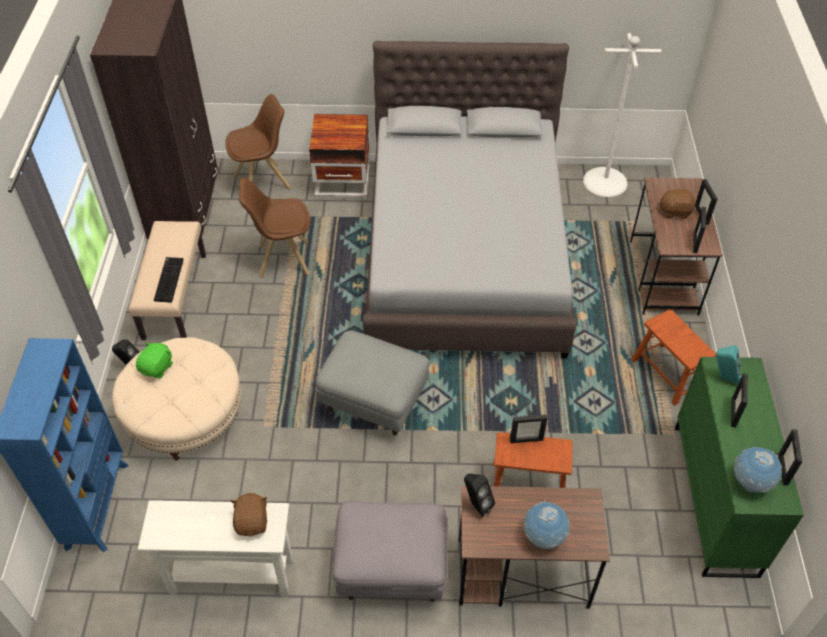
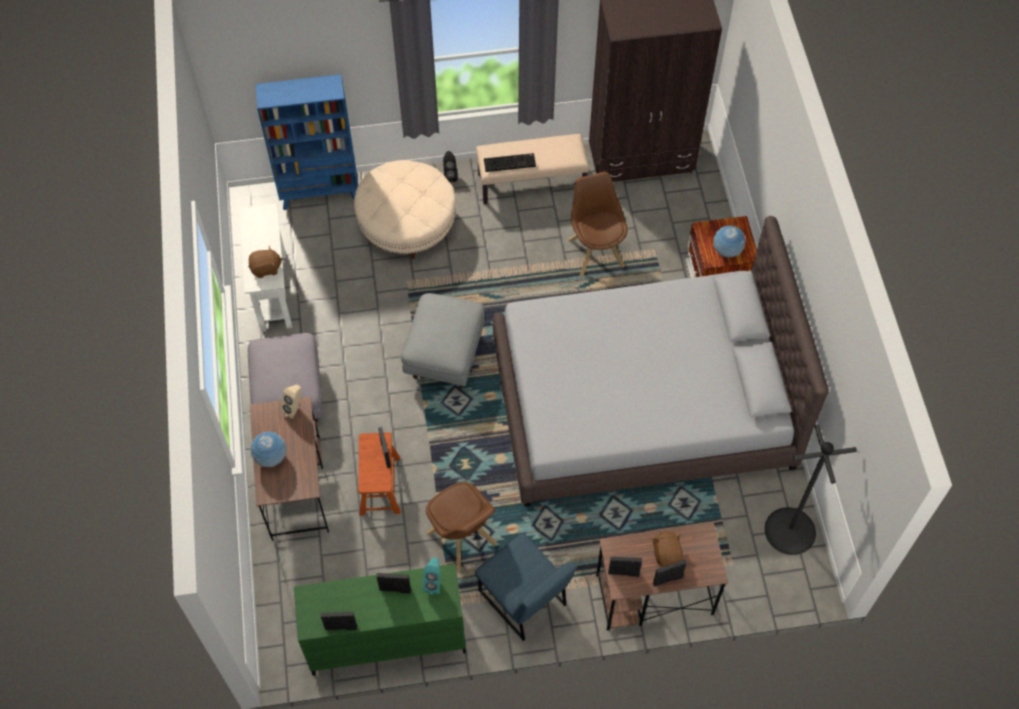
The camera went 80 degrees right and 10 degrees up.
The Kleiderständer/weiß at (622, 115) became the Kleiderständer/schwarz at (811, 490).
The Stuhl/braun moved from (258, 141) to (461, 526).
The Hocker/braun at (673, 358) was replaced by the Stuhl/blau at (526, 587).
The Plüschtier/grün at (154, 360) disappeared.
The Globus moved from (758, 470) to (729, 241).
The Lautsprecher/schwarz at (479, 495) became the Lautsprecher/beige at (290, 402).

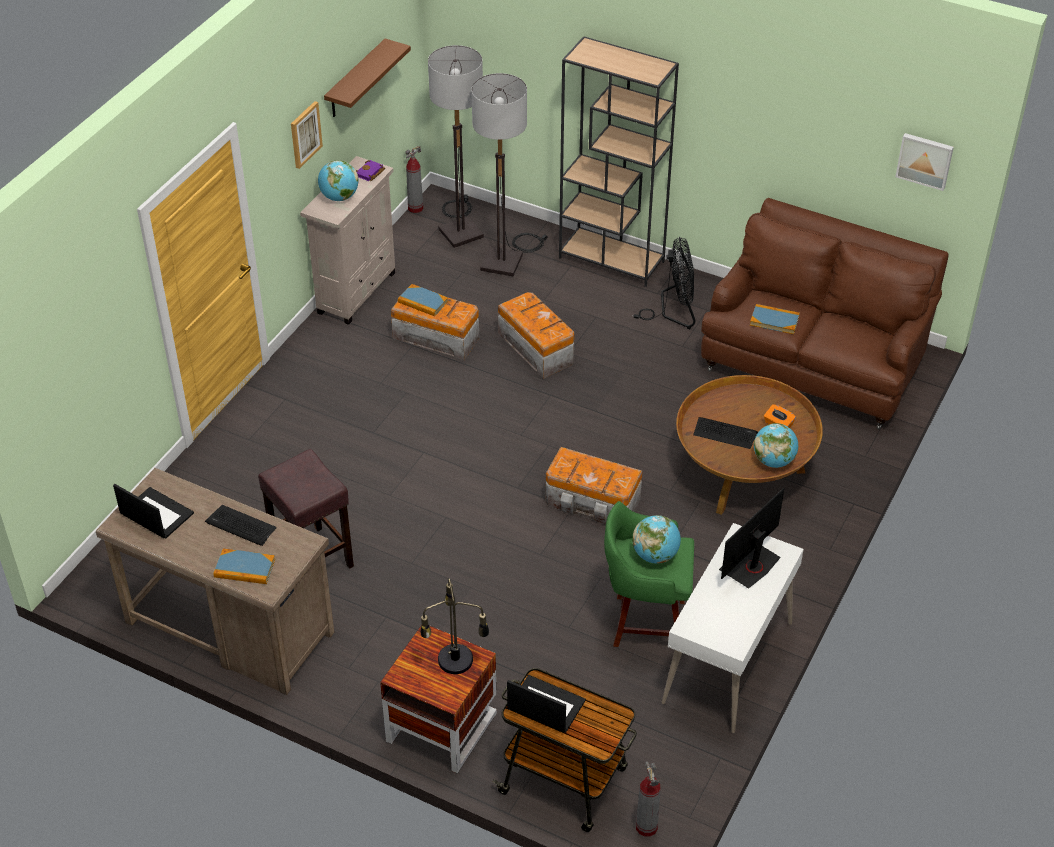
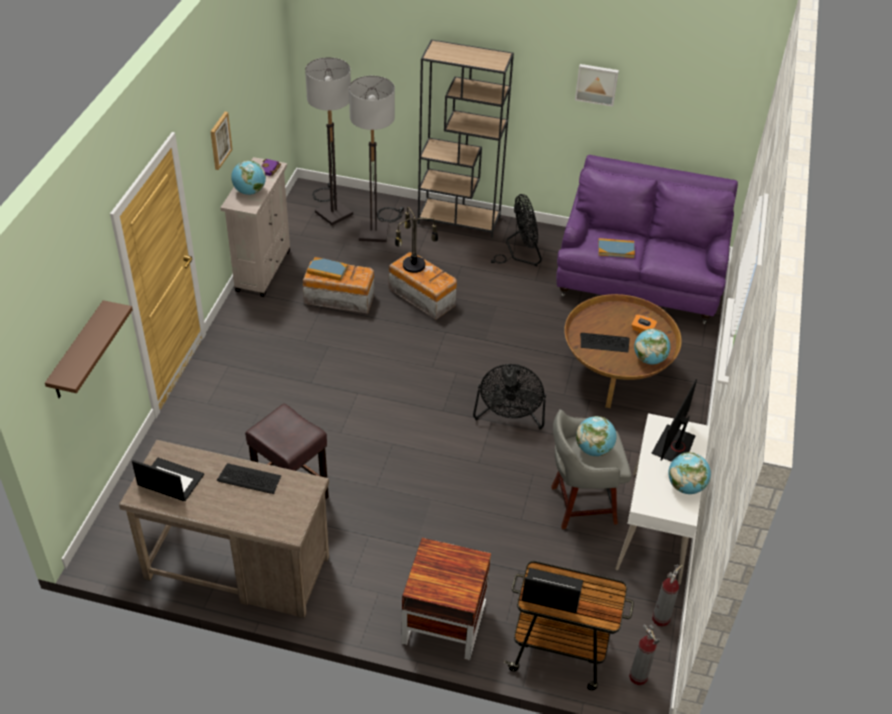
The camera went 15 degrees left and 0 degrees up.
The Wandregal/braun moved from (367, 78) to (89, 349).
The Bild moved from (924, 162) to (597, 85).
The Feuerlöscher moved from (414, 179) to (667, 596).
The Sofa/braun at (824, 313) became the Sofa/lila at (647, 239).
The Aufbewahrungsbox at (593, 485) was replaced by the Ventilator/schwarz at (509, 396).
The Hocker/grün at (649, 574) became the Hocker/grau at (591, 469).
The Buch at (244, 566) disappeared.
The Tischlampe moved from (455, 626) to (416, 240).
The Globus at (689, 473) appeared.

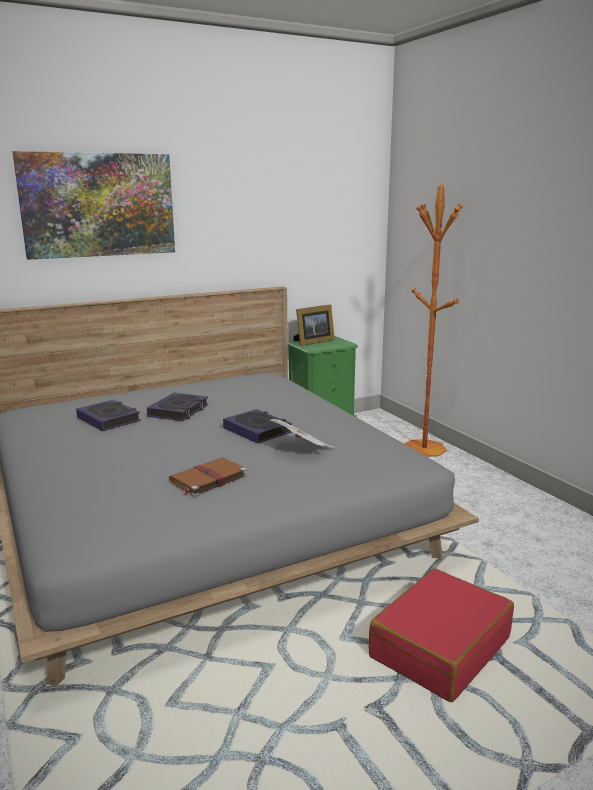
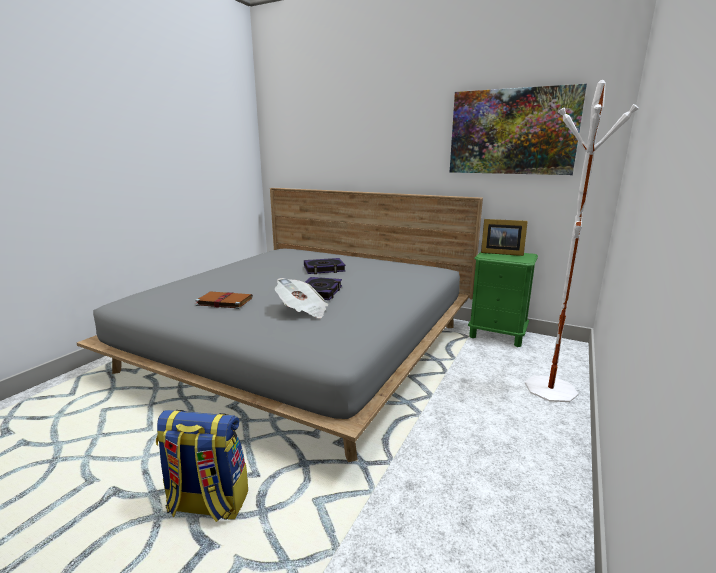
The camera went 55 degrees right and 0 degrees up.
The Bild moved from (94, 205) to (518, 129).
The Kleiderständer/orange at (433, 320) became the Kleiderständer/weiß at (582, 241).
The Buch at (108, 415) disappeared.
The Koffer/rot at (441, 635) was replaced by the Rucksack at (202, 466).

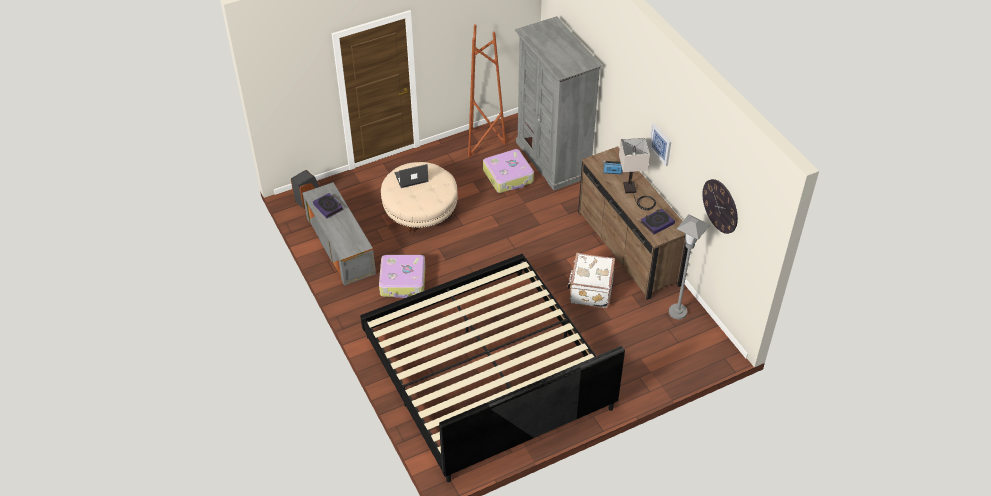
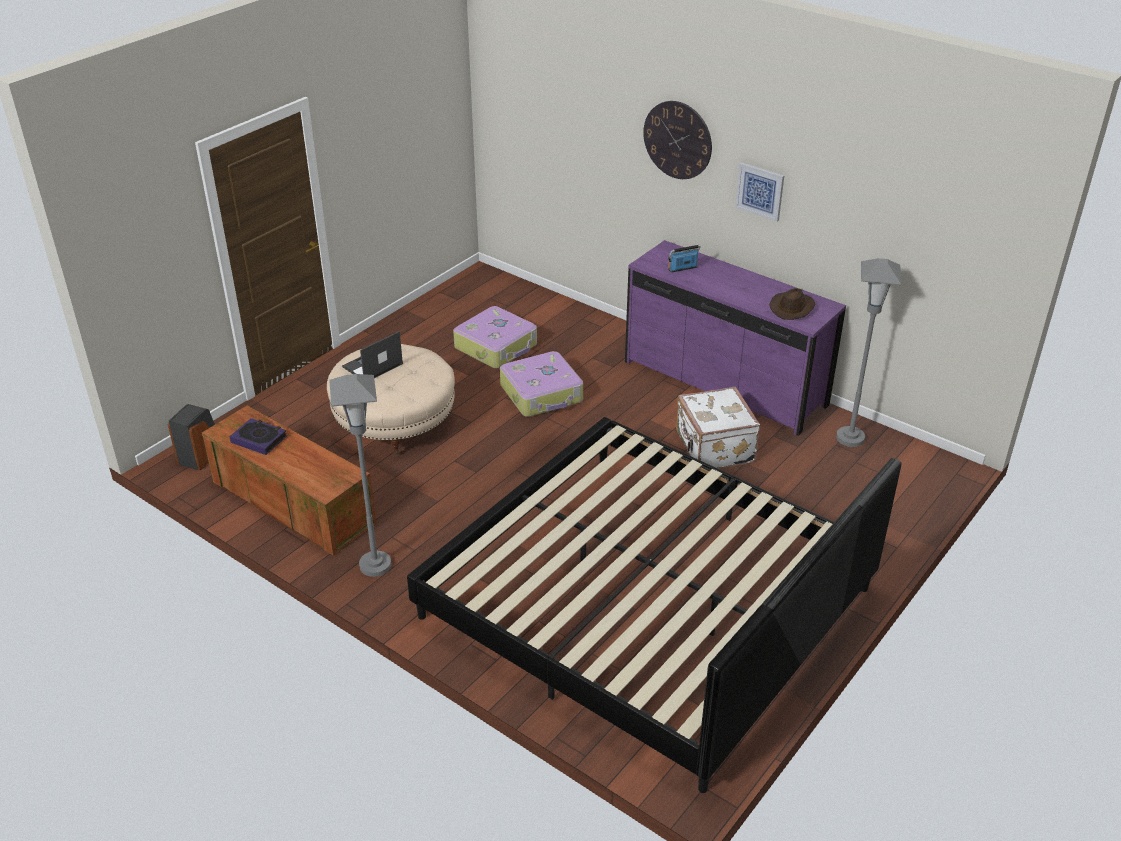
The camera went 25 degrees left and 10 degrees down.
The Kleiderschrank/grau at (558, 103) disappeared.
The Kleiderständer/braun at (487, 90) disappeared.
The Tischlampe at (637, 174) disappeared.
The Kommode/braun at (633, 223) became the Kommode/lila at (735, 338).
The Wanduhr moved from (720, 206) to (677, 140).
The Bank/grau at (339, 234) became the Bank/braun at (289, 481).
The Buch at (658, 221) was replaced by the Hut/braun at (792, 304).
The Koffer moved from (402, 276) to (541, 384).
The Stehlampe/grau at (360, 475) appeared.

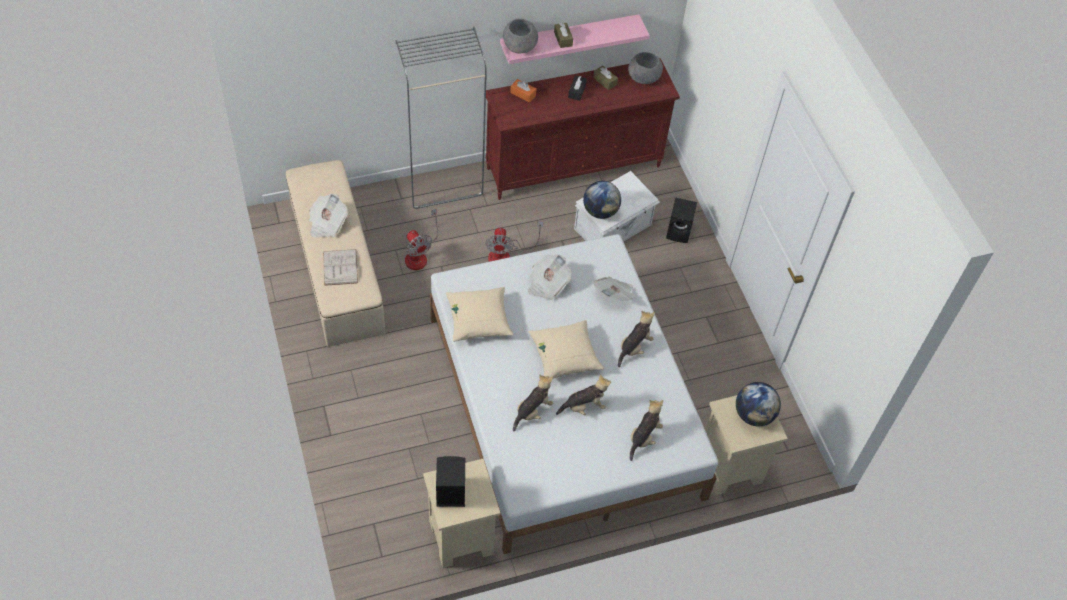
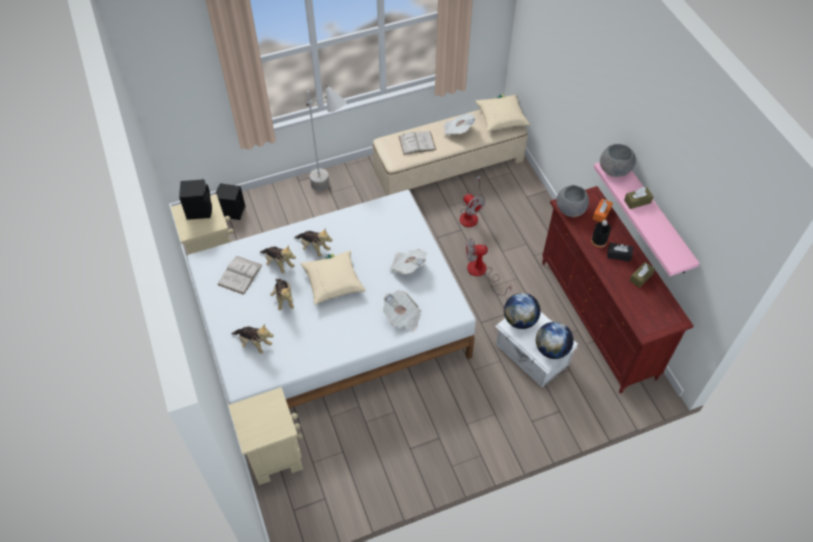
The camera went 90 degrees right and 0 degrees up.
The Kleiderständer/grau at (441, 117) disappeared.
The Schüssel/grau moved from (645, 68) to (573, 201).
The Lautsprecher/schwarz moved from (681, 220) to (230, 201).
The Ventilator at (421, 239) turned 90 degrees counterclockwise.
The Kissen/beige moved from (480, 314) to (502, 113).
The Plüschtier moved from (636, 339) to (313, 242).
The Globus moved from (758, 404) to (555, 340).
The Stehlampe/grau at (325, 137) appeared.
The Flasche/schwarz at (601, 234) appeared.
The Buch/weiß at (240, 275) appeared.

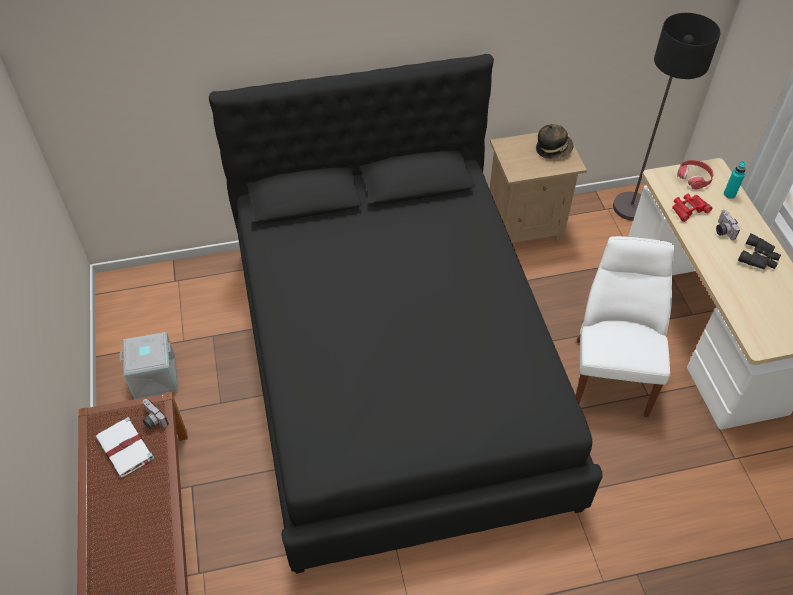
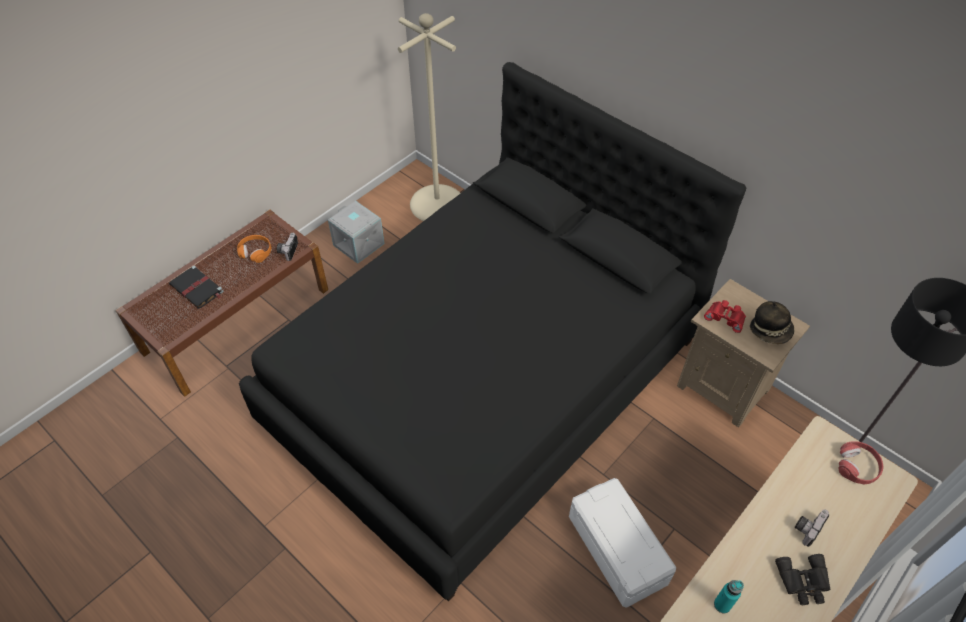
The camera went 55 degrees right and 0 degrees up.
The Flasche/türkis moved from (735, 180) to (729, 596).
The Fernglas/rot moved from (692, 208) to (725, 316).
The Stuhl/weiß at (625, 326) was replaced by the Aufbewahrungsbox/weiß at (622, 543).
The Buch/weiß at (125, 447) was replaced by the Kopfhörer/orange at (254, 249).
The Kleiderständer/beige at (429, 117) appeared.
The Buch/schwarz at (196, 287) appeared.

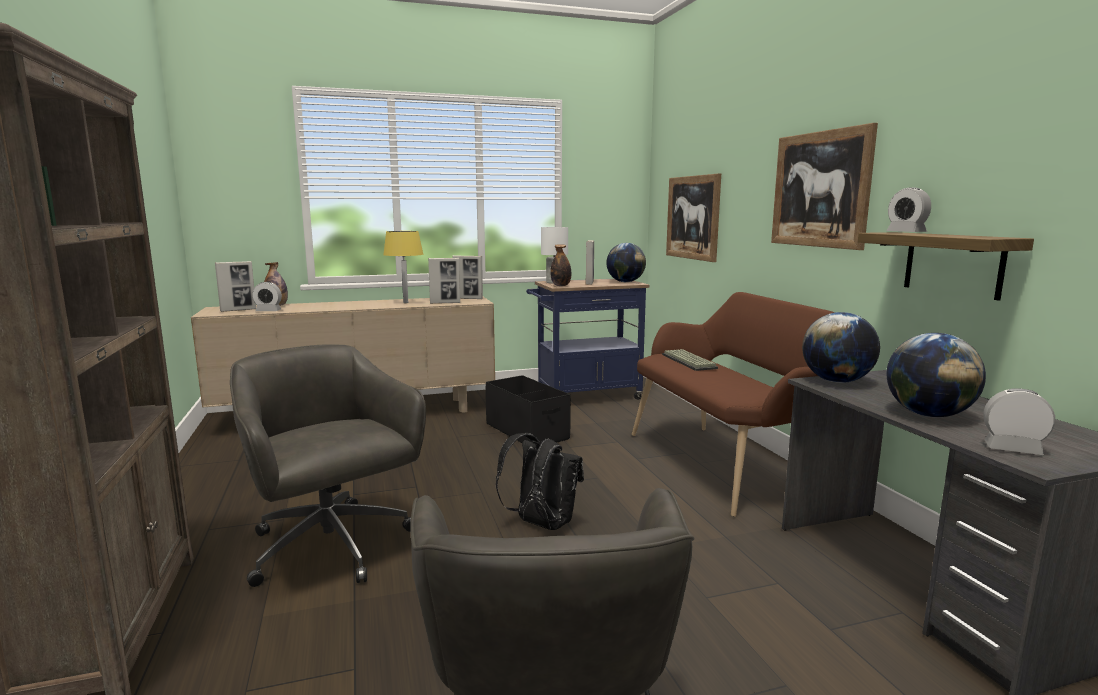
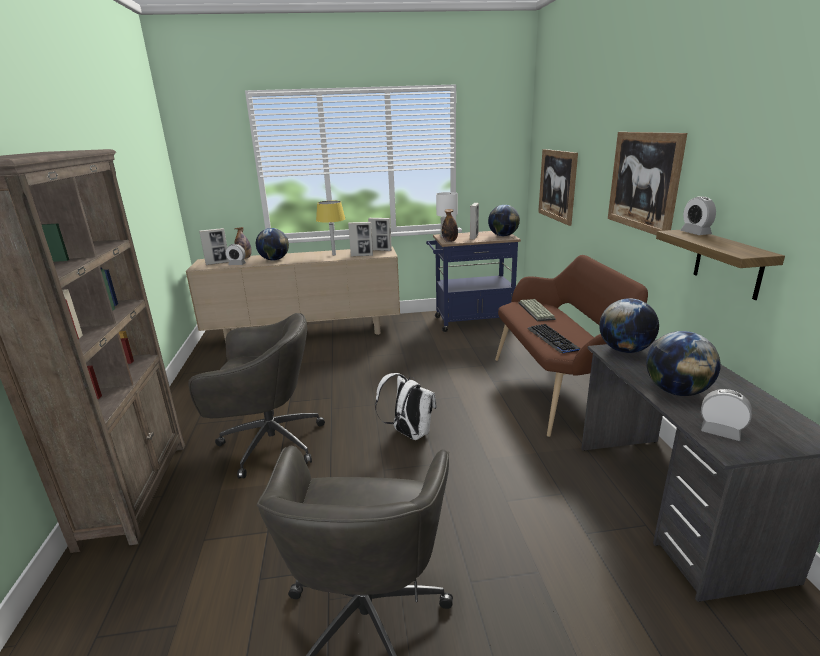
The camera went 10 degrees right and 10 degrees up.
The Bürostuhl/grau at (328, 465) turned 120 degrees clockwise.
The Aufbewahrungsbox/schwarz at (528, 409) disappeared.
The Rucksack/schwarz at (540, 481) became the Rucksack/weiß at (406, 406).
The Globus at (272, 244) appeared.
The Tastatur at (554, 339) appeared.

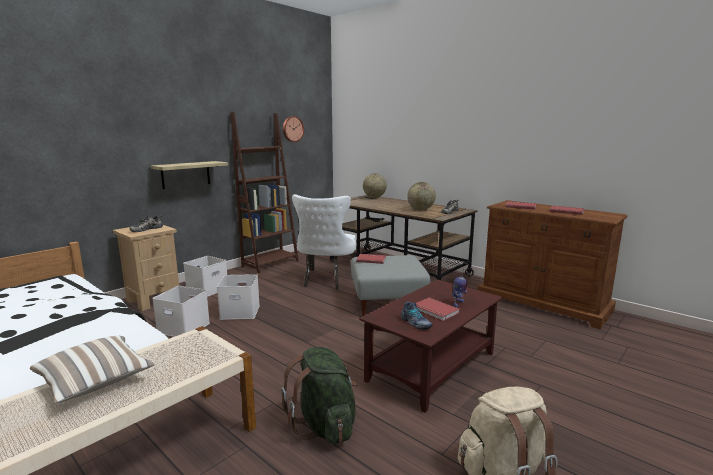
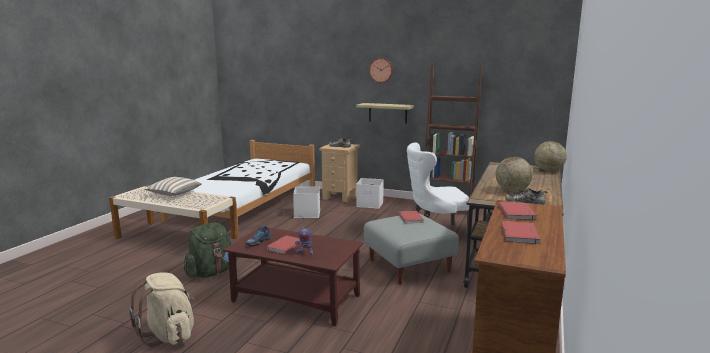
The camera went 70 degrees right and 0 degrees up.
The Wanduhr moved from (293, 129) to (381, 70).
The Aufbewahrungsbox/weiß at (238, 297) disappeared.

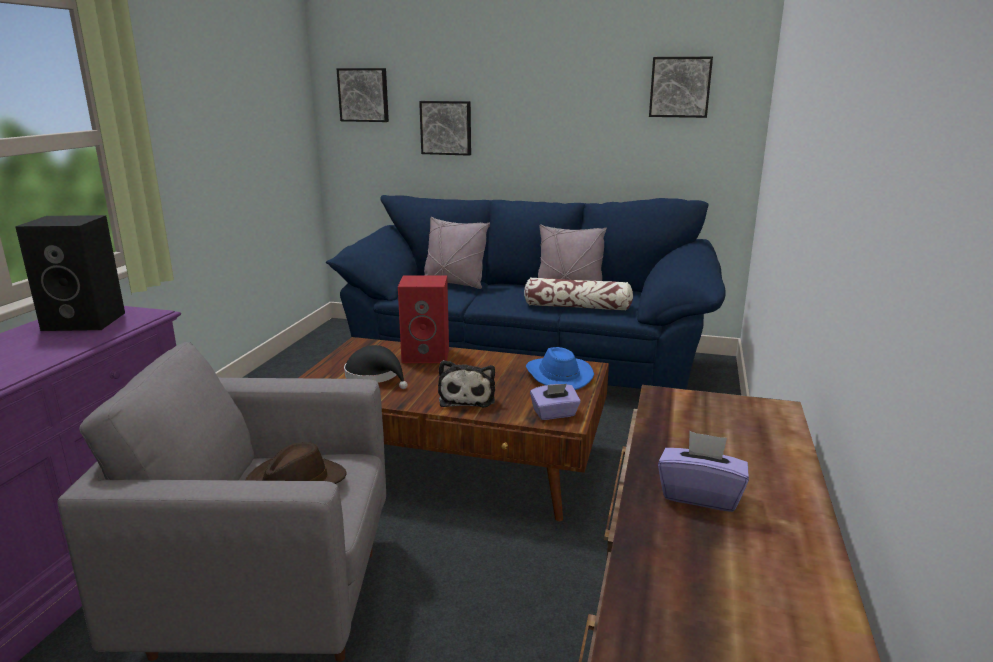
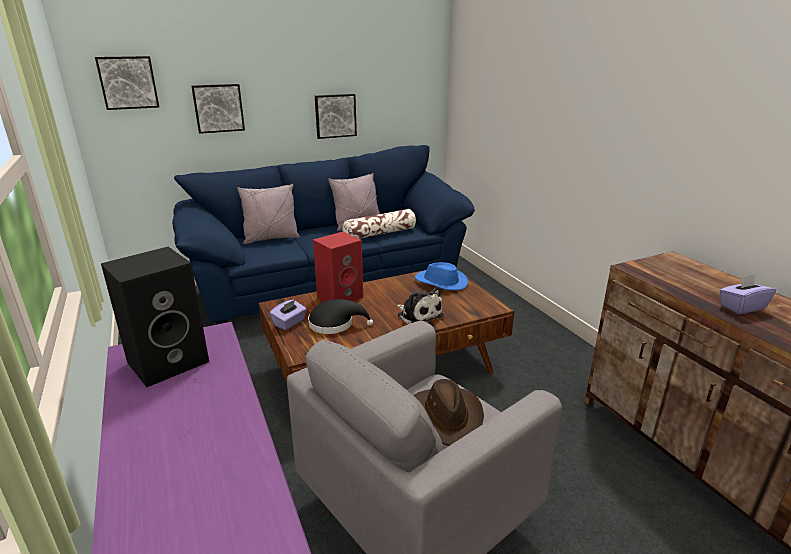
The camera went 40 degrees left and 5 degrees up.
The Bild moved from (681, 87) to (336, 116).
The Taschentuchbox/lila moved from (555, 402) to (288, 315).

